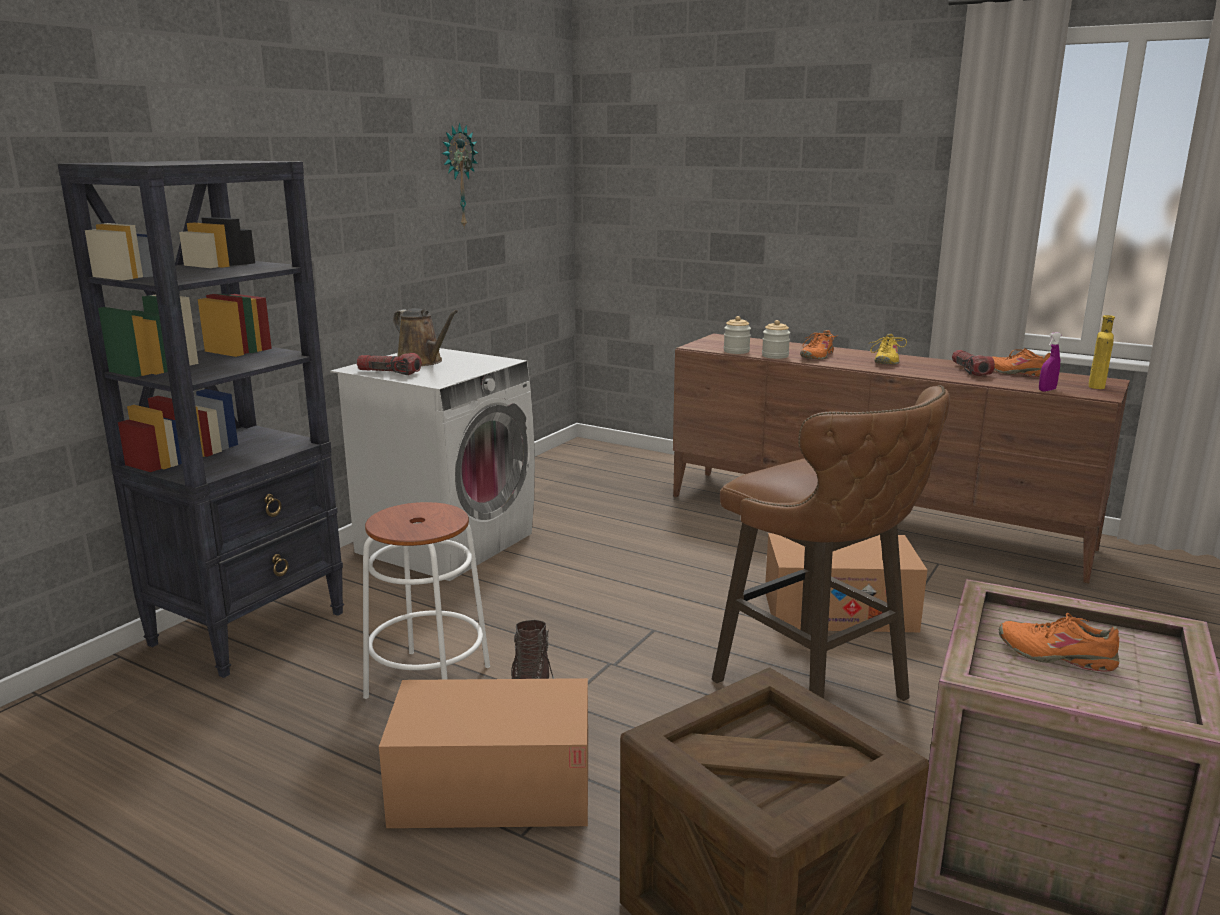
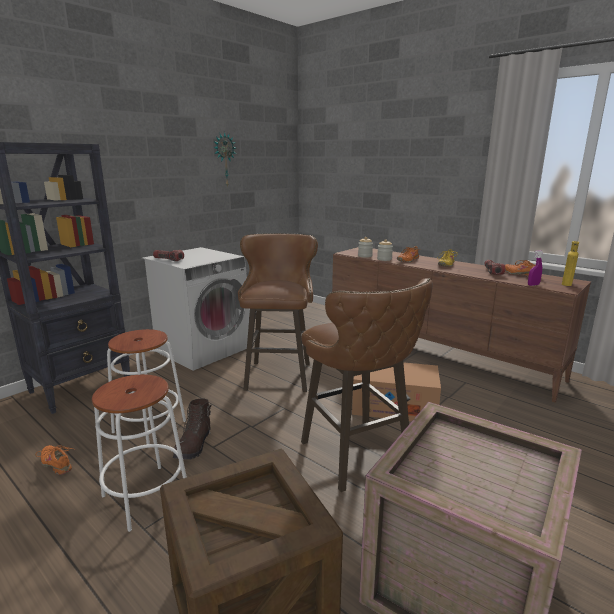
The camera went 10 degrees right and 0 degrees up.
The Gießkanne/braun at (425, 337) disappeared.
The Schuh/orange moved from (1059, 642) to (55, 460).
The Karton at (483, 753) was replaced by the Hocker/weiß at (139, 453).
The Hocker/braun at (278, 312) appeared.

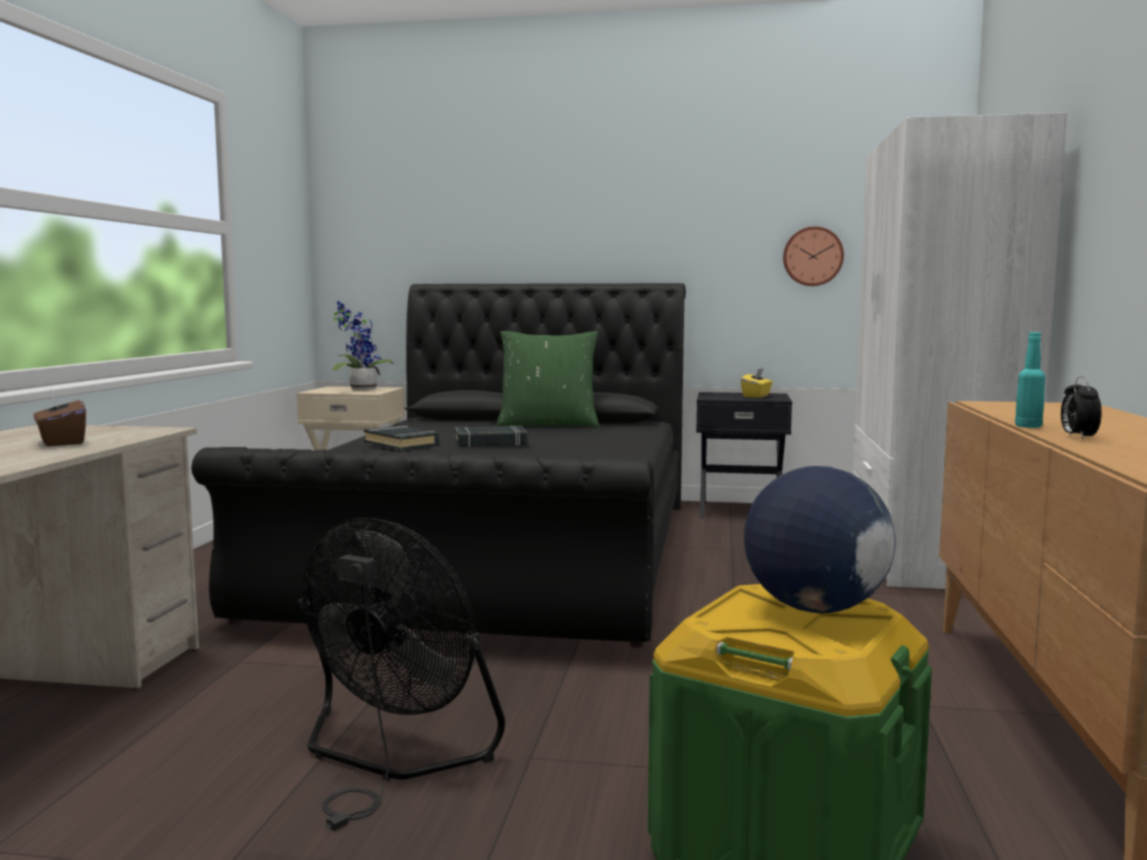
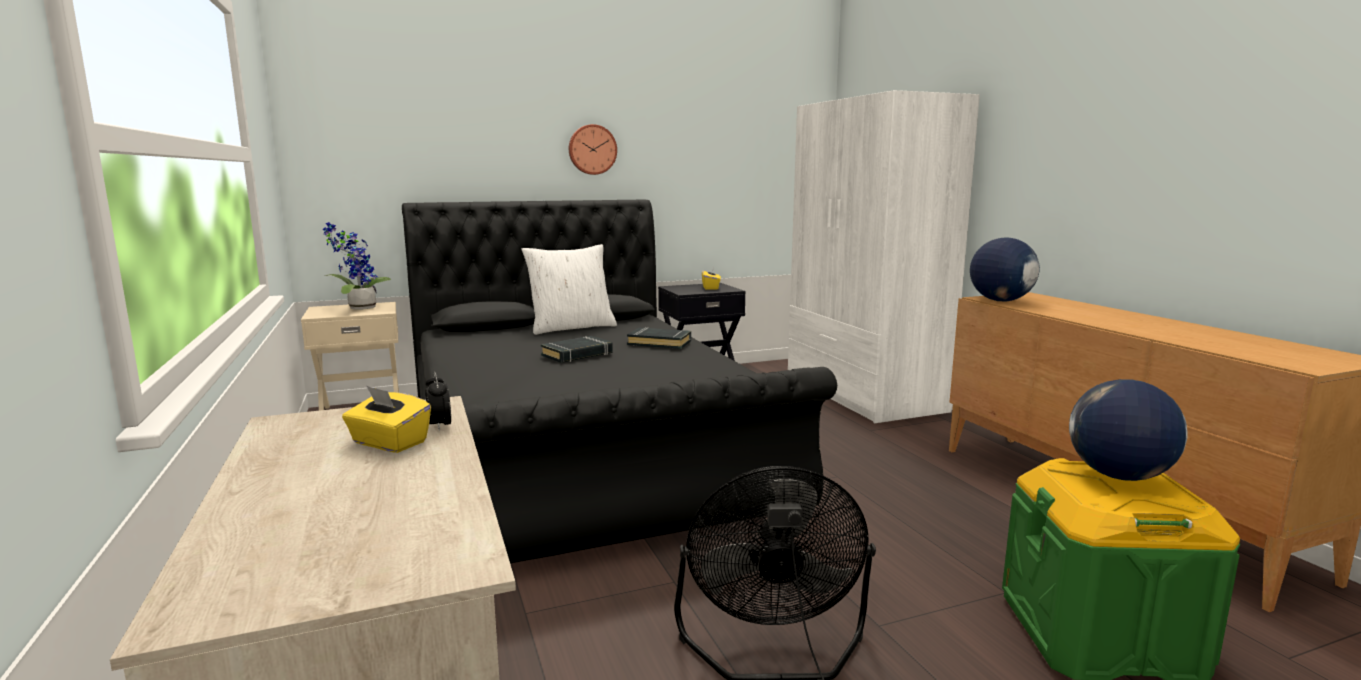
The camera went 30 degrees left and 5 degrees up.
The Wanduhr moved from (813, 256) to (593, 149).
The Kissen/grün at (548, 379) became the Kissen/weiß at (569, 289).
The Flasche/türkis at (1030, 380) disappeared.
The Wecker moved from (1081, 407) to (438, 401).
The Taschentuchbox/braun at (59, 417) became the Taschentuchbox/gelb at (386, 419).
The Buch/schwarz moved from (402, 438) to (659, 338).
The Globus at (1005, 269) appeared.

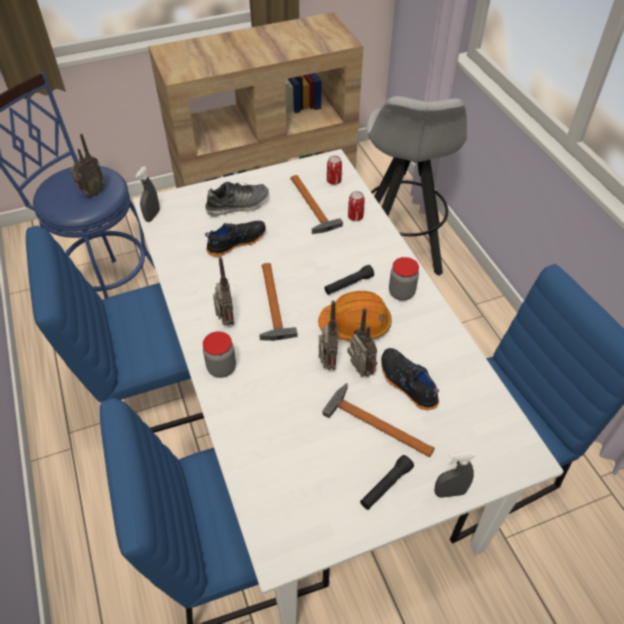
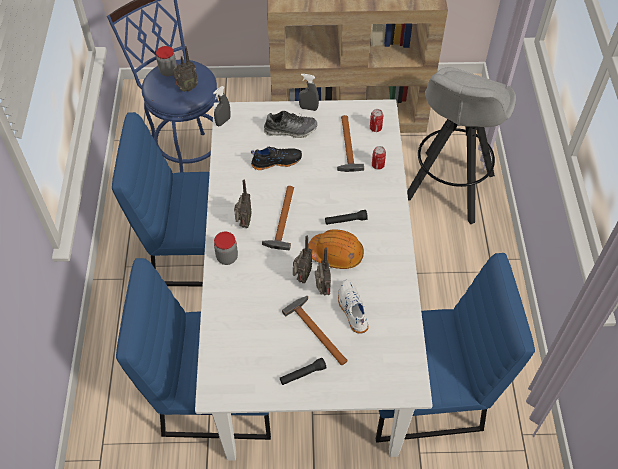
The camera went 20 degrees right and 5 degrees up.
The Vorratsglas moved from (404, 279) to (166, 61).
The Schuh/schwarz at (410, 379) became the Schuh/weiß at (353, 307).
The Sprühflasche/grau moved from (455, 475) to (309, 92).

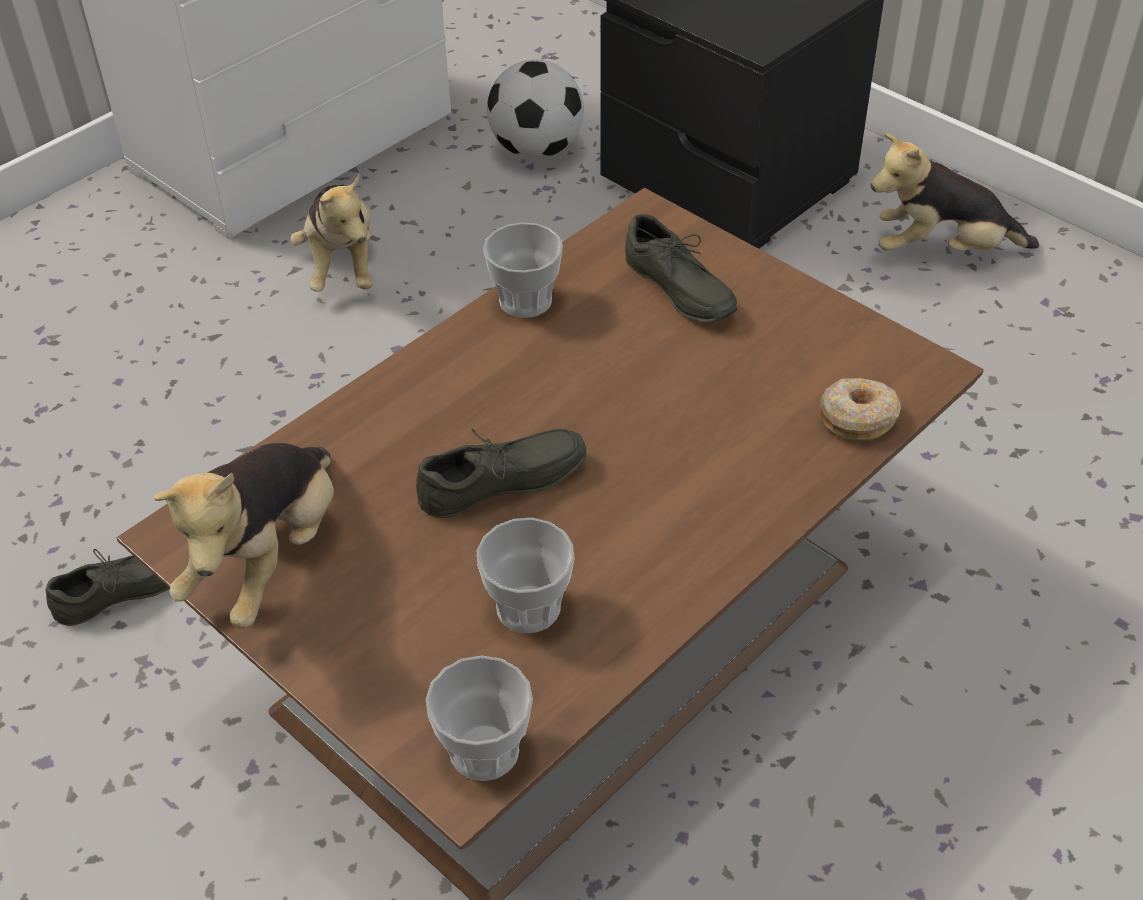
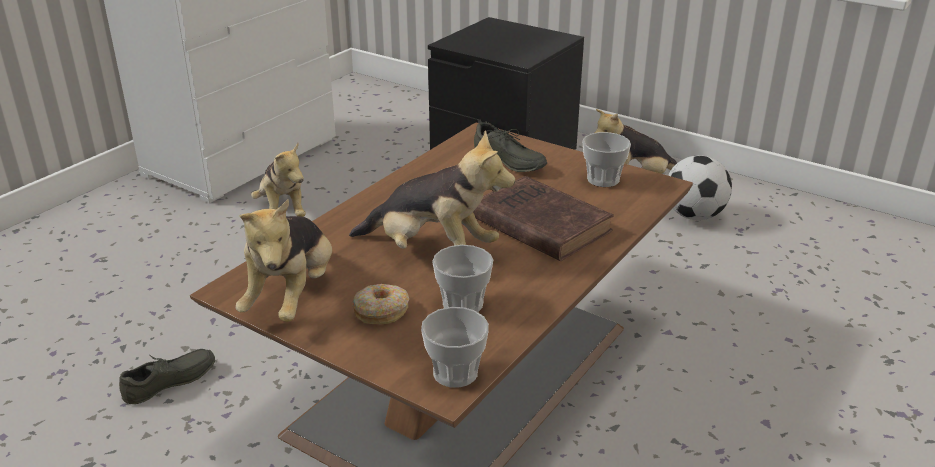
The camera went 10 degrees left and 15 degrees down.
The Fußball moved from (535, 109) to (700, 187).
The Tasse moved from (523, 270) to (606, 159).
The Donut moved from (860, 409) to (380, 304).
The Schuh/grau at (501, 473) was replaced by the Plüschtier at (432, 190).
The Buch/braun at (543, 218) appeared.

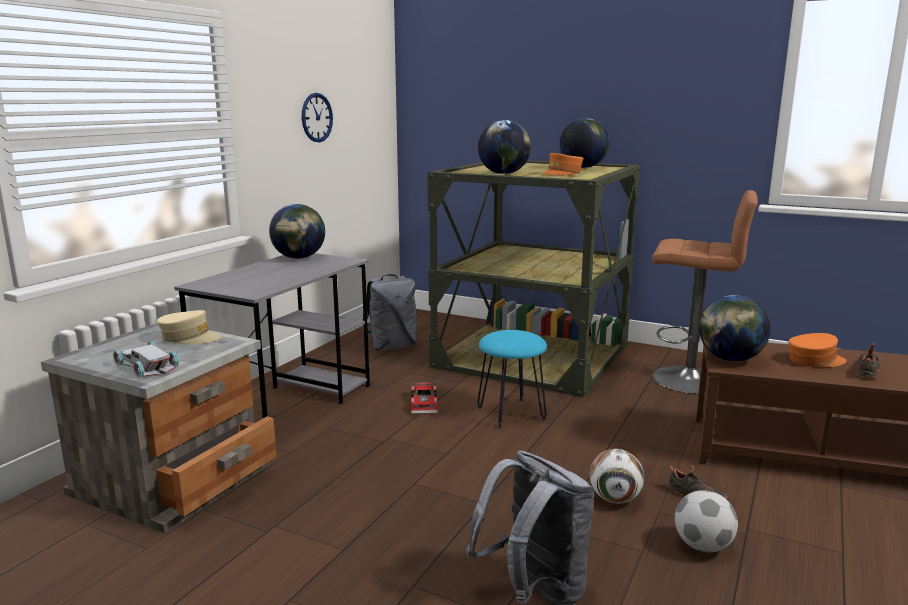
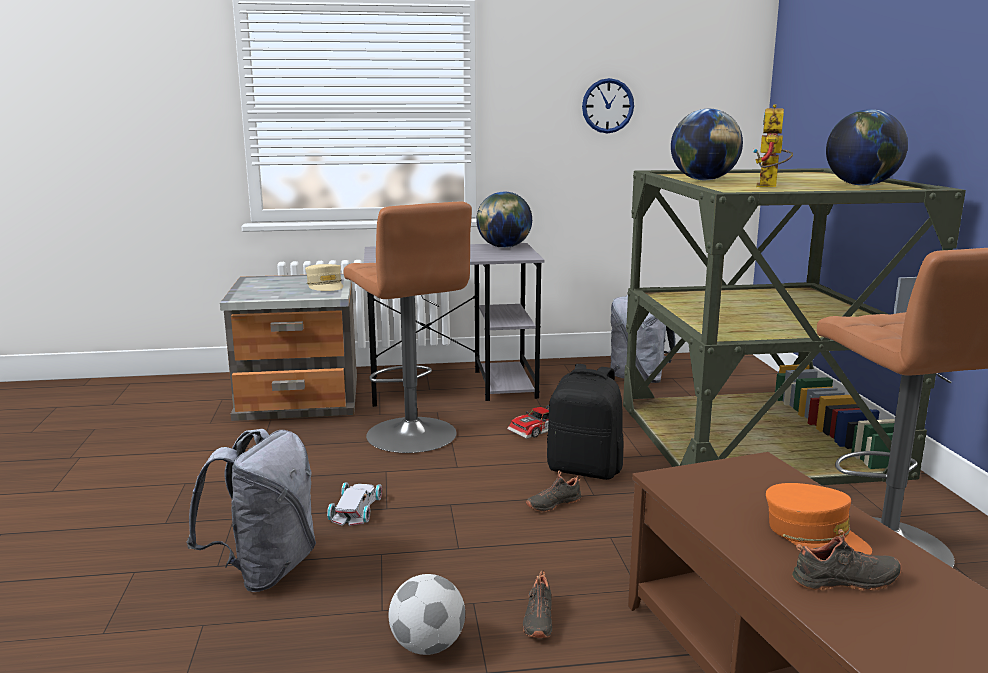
The camera went 55 degrees right and 0 degrees up.
The Kappe/orange at (563, 164) was replaced by the Spielzeugroboter at (773, 145).
The Globus at (735, 328) disappeared.
The Hocker/türkis at (512, 379) was replaced by the Rucksack/schwarz at (585, 422).
The Spielzeugauto/weiß moved from (146, 359) to (354, 504).
The Fußball at (617, 476) disappeared.
The Hocker/braun at (408, 327) appeared.
The Schuh/schwarz at (553, 491) appeared.

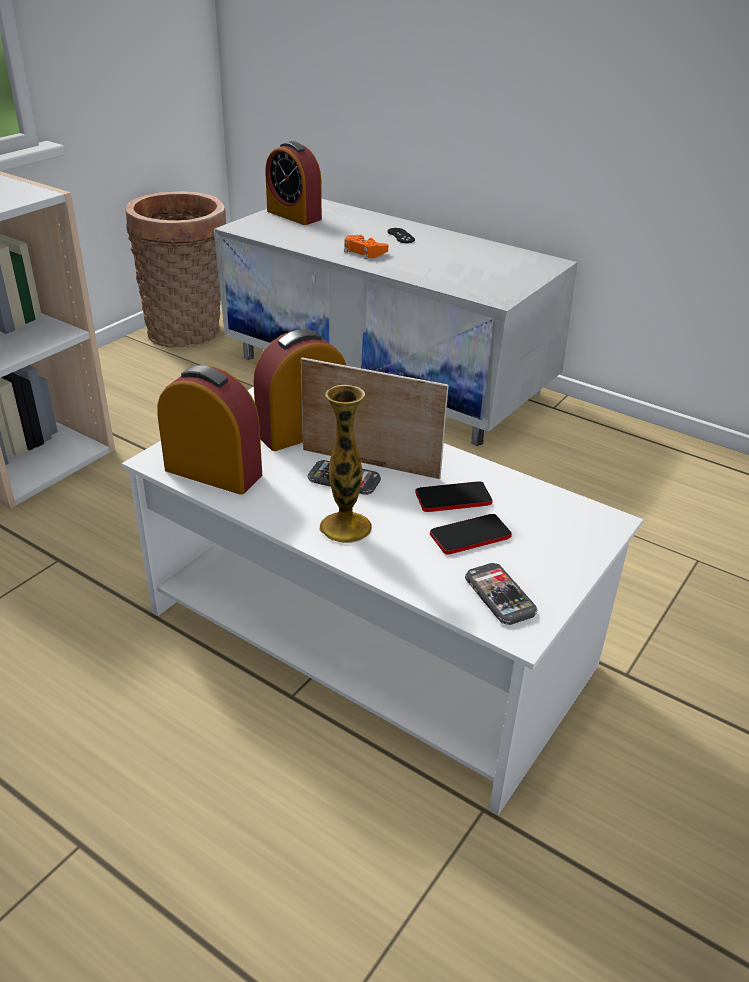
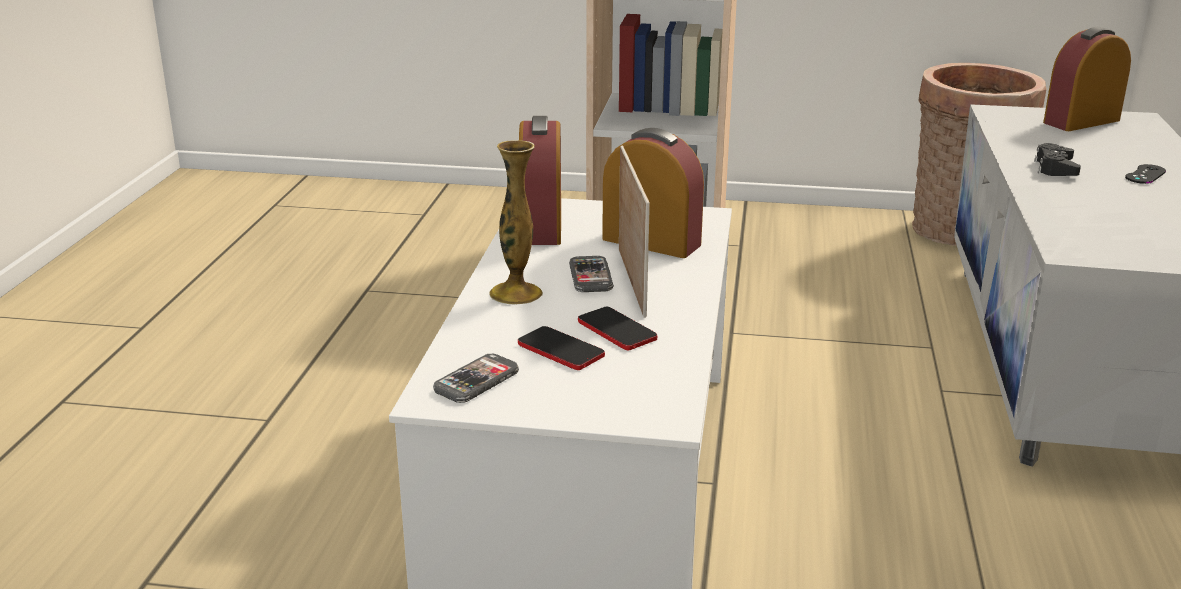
The camera went 65 degrees right and 10 degrees down.
The Wecker at (293, 183) turned 45 degrees clockwise.
The Gamepad/orange at (366, 247) became the Gamepad/schwarz at (1057, 159).

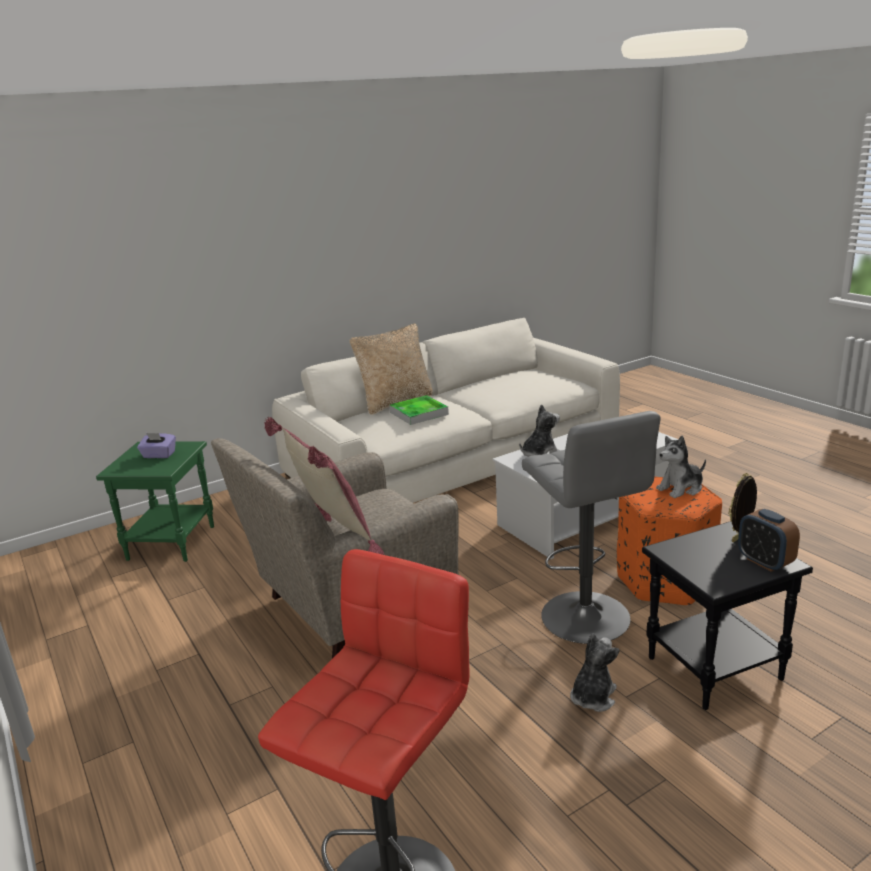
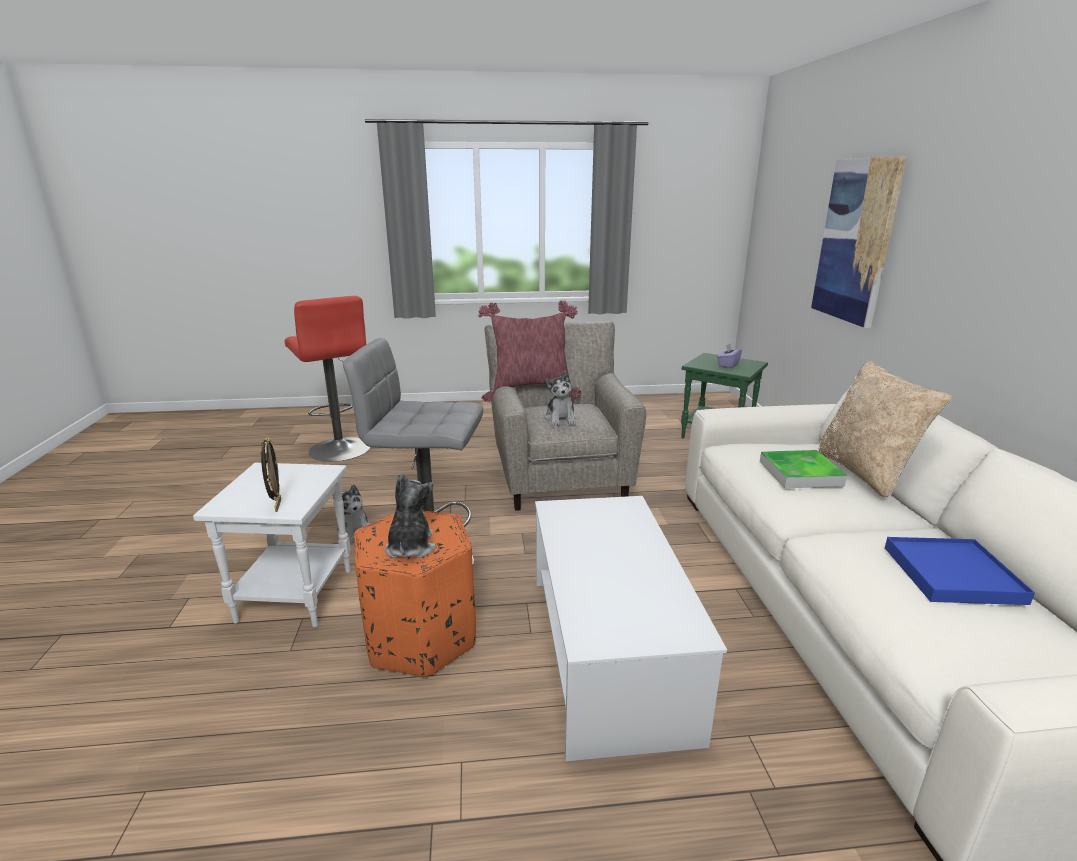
The camera went 115 degrees right and 0 degrees up.
The Plüschtier moved from (540, 430) to (561, 398).
The Wecker at (769, 540) disappeared.
The Beistelltisch/schwarz at (727, 615) became the Beistelltisch/weiß at (272, 545).
The Bild at (859, 242) appeared.
The Tablett/blau at (960, 571) appeared.

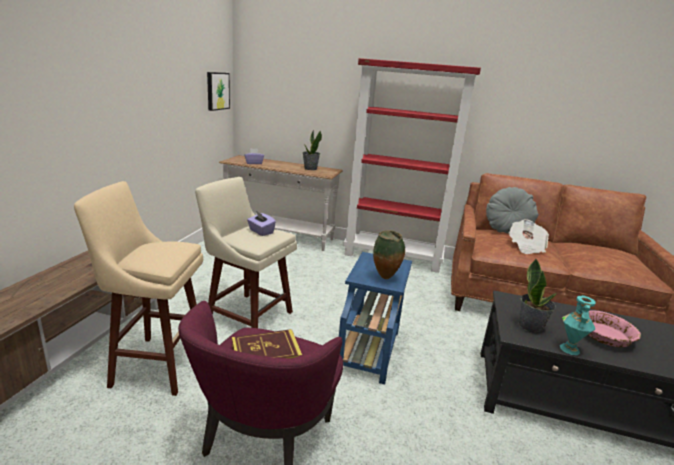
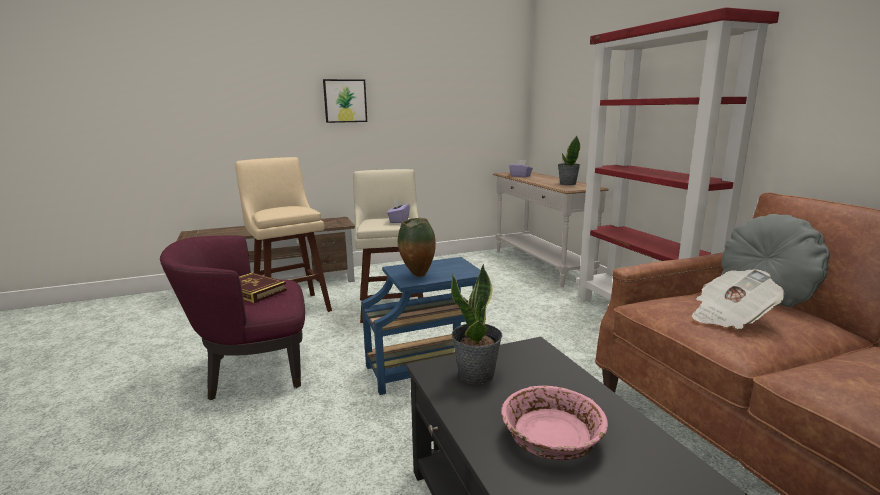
The camera went 55 degrees right and 5 degrees down.
The Bild moved from (218, 91) to (345, 101).
The Vase/türkis at (578, 325) disappeared.

